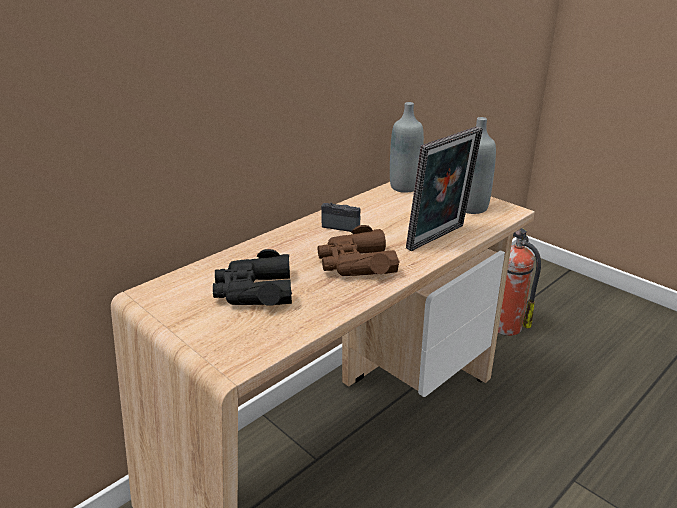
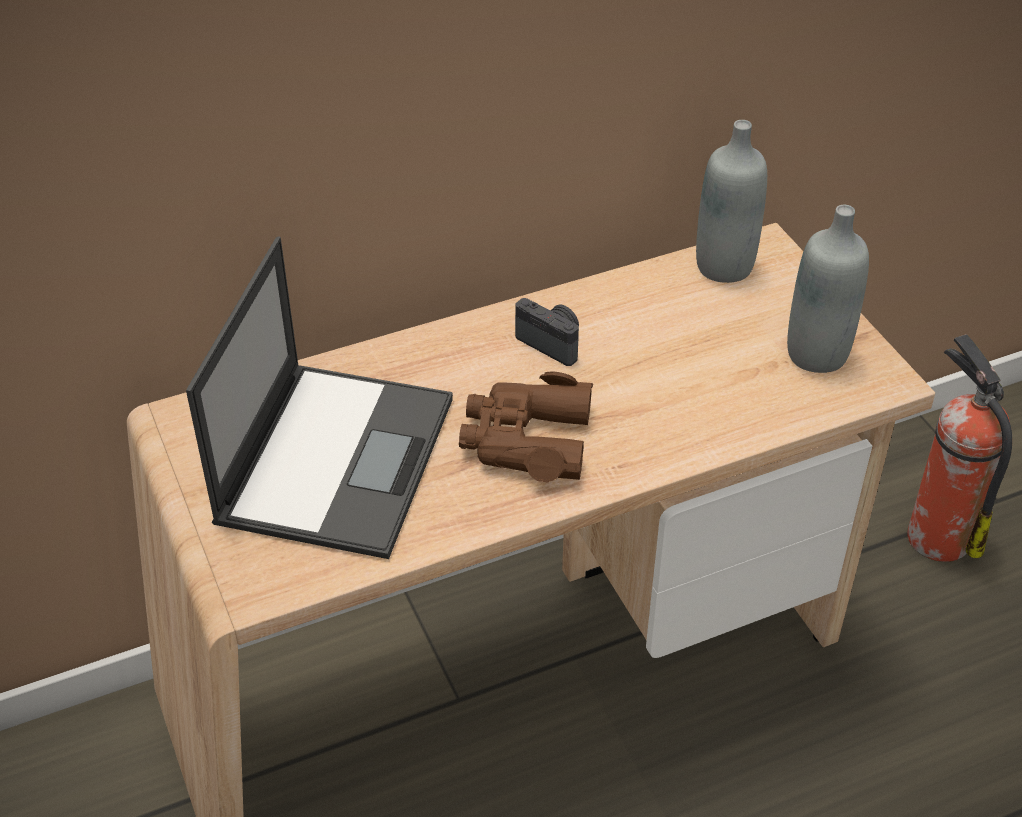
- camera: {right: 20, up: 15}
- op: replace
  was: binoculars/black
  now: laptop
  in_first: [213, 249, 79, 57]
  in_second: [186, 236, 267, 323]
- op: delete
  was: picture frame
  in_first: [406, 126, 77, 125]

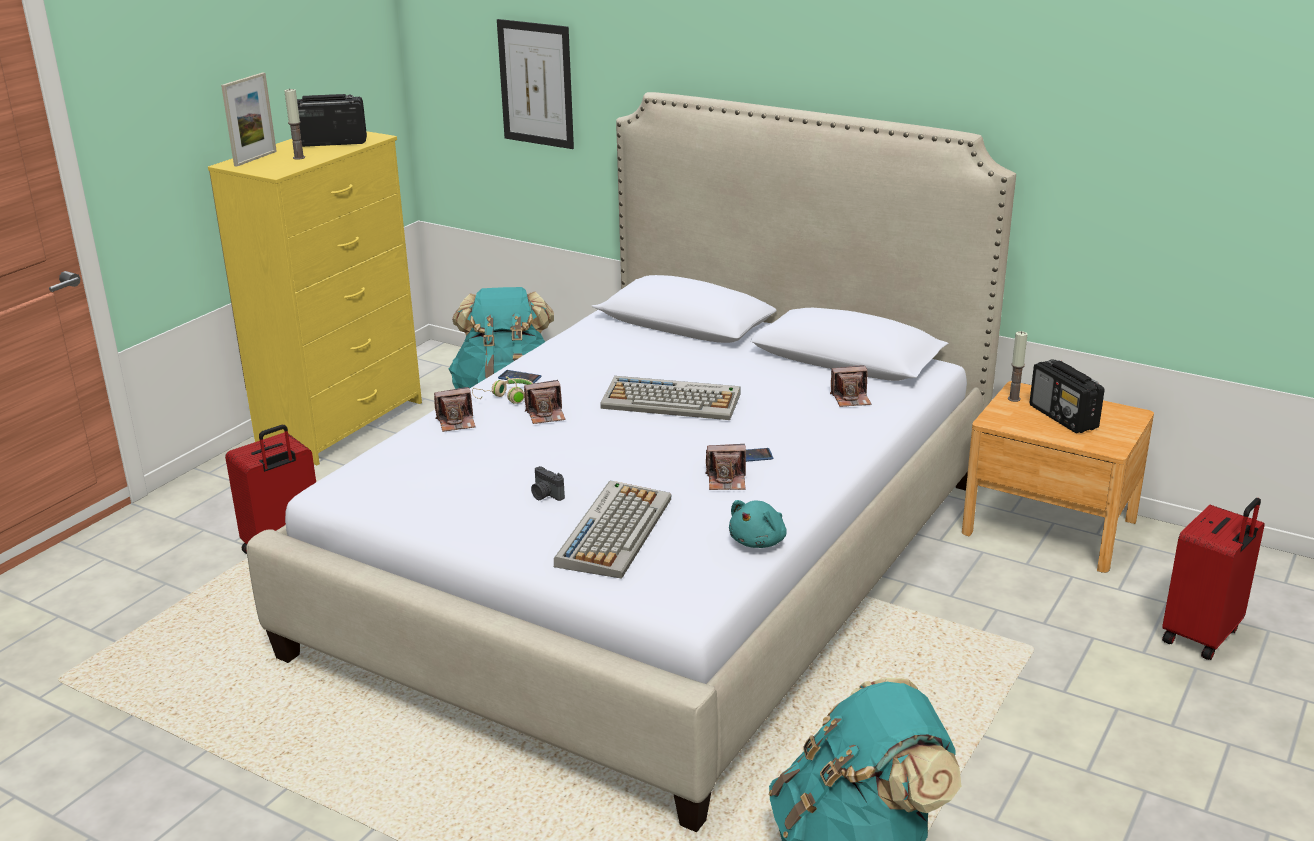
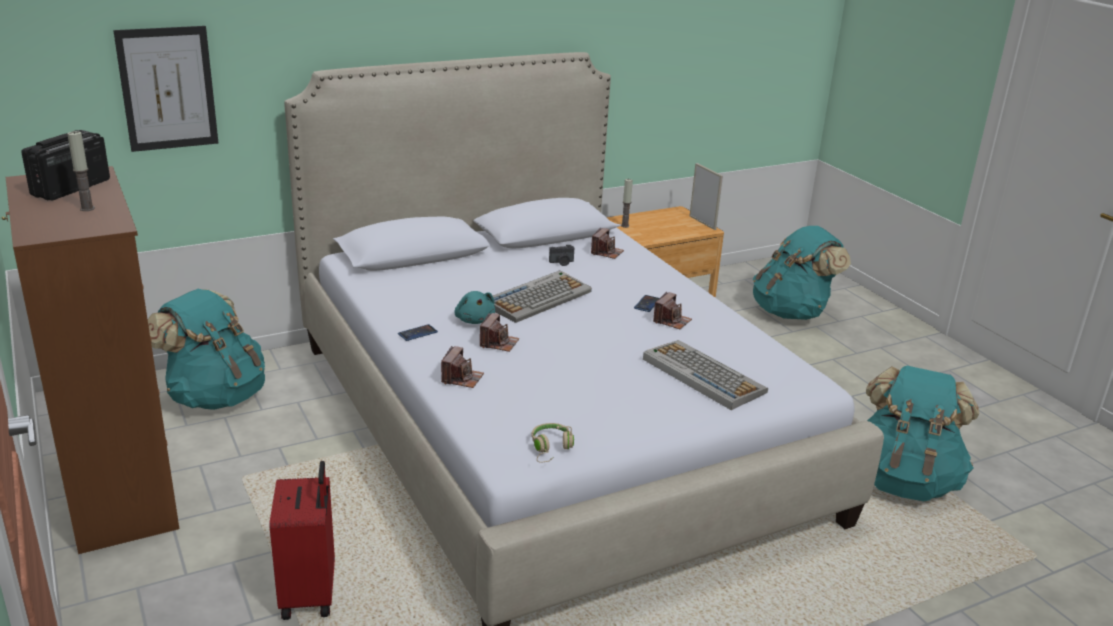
- camera: {right: -60, up: 0}
- op: recolor
  was: dresser/yellow
  now: dresser/brown
  in_first: [208, 131, 214, 334]
  in_second: [2, 166, 177, 388]
- op: move
  was: picture frame
  in_first: [221, 72, 56, 95]
  in_second: [690, 163, 33, 67]
- op: move
  was: headphones/beige
  in_first: [472, 376, 62, 28]
  in_second: [531, 423, 43, 40]
- op: move
  was: photo camera
  in_first: [531, 466, 34, 35]
  in_second: [549, 245, 25, 21]
- op: move
  was: plush toy/turquoise
  in_first: [729, 500, 58, 48]
  in_second: [454, 291, 41, 33]
- op: delete
  was: radio
  in_first: [1030, 359, 75, 74]
- op: replace
  was: suitcase/red
  now: backpack/turquoise
  in_first: [1162, 498, 103, 162]
  in_second: [753, 226, 98, 94]

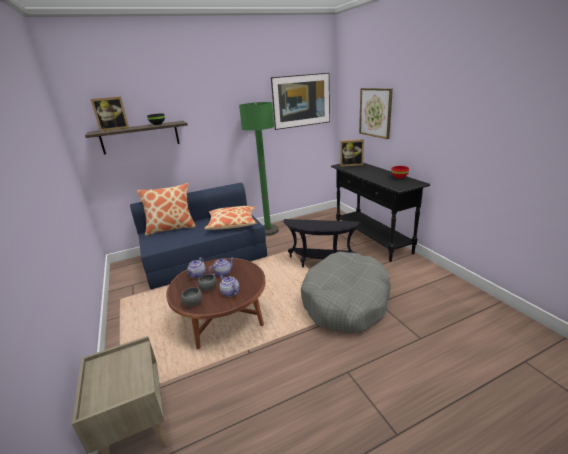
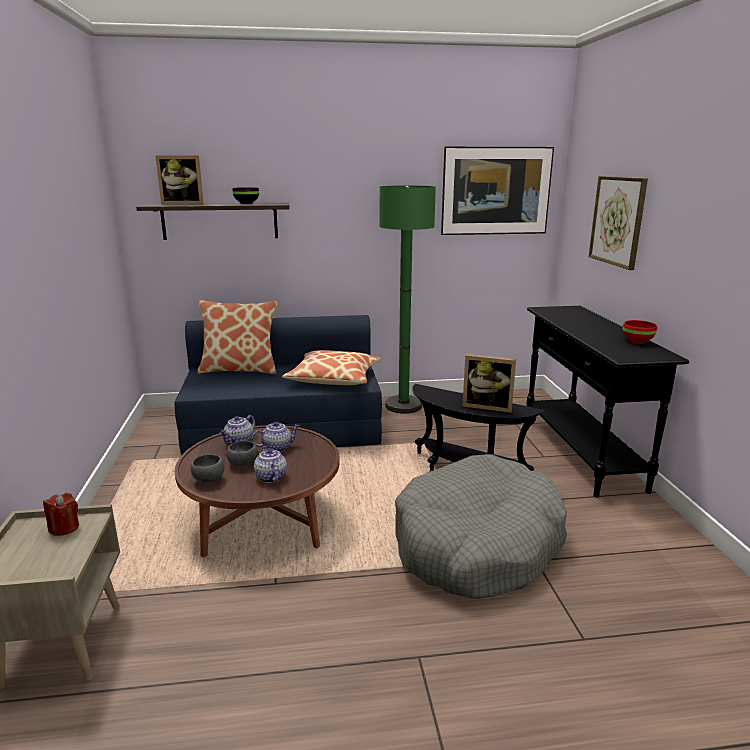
- camera: {right: 15, up: -5}
- op: move
  was: picture frame
  in_first: [340, 139, 24, 28]
  in_second: [463, 354, 53, 59]
- op: insert
  now: candle/red
  in_second: [43, 493, 36, 43]

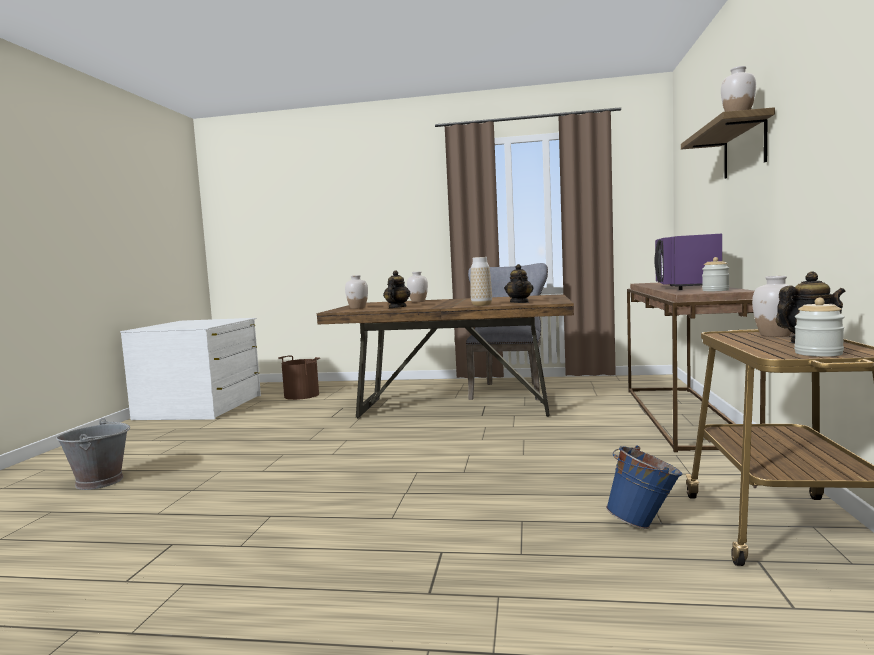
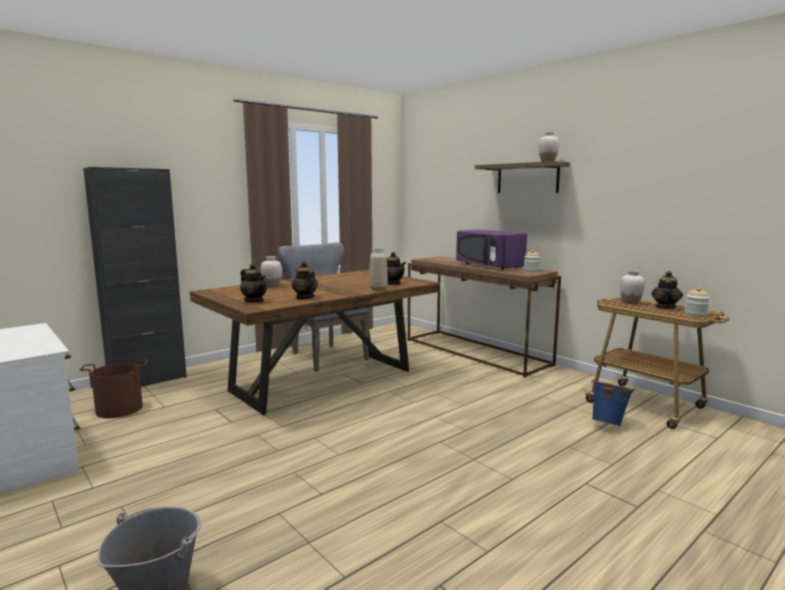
- camera: {right: -50, up: 5}
- op: replace
  was: vase/white
  now: teapot
  in_first: [345, 275, 23, 34]
  in_second: [240, 264, 27, 38]
- op: insert
  now: cabinet/black
  in_second: [83, 167, 104, 220]

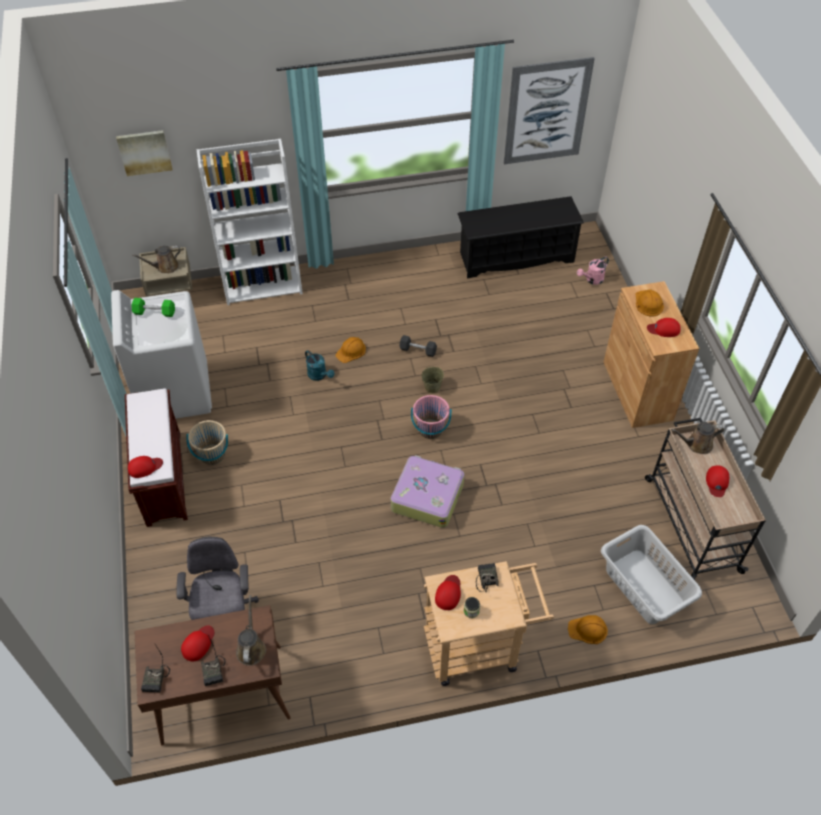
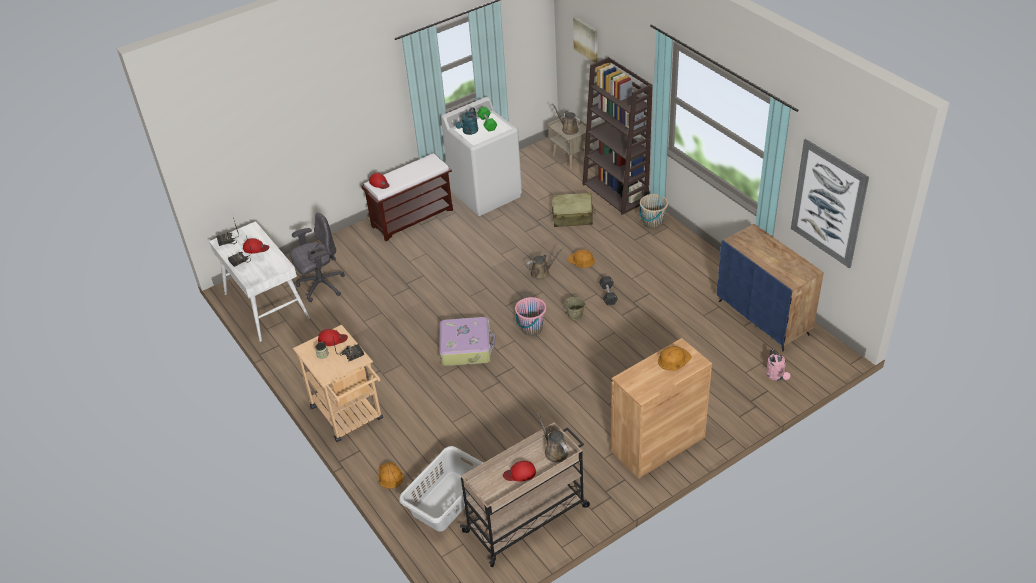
- camera: {right: 70, up: -10}
- op: recolor
  was: desk/brown
  now: desk/white
  in_first: [135, 605, 156, 140]
  in_second: [209, 221, 101, 121]
- op: move
  was: bucket/beige
  in_first: [187, 420, 41, 45]
  in_second: [639, 194, 29, 35]
- op: recolor
  was: bookcase/white
  now: bookcase/brown
  in_first: [197, 139, 106, 166]
  in_second: [583, 57, 70, 158]
- op: move
  was: watering can/brown
  in_first: [236, 595, 30, 71]
  in_second: [526, 248, 38, 32]
- op: move
  was: watering can/turquoise
  in_first: [305, 350, 30, 31]
  in_second: [456, 107, 22, 28]
- op: replace
  was: shoe rack/black
  now: cabinet/blue
  in_first: [458, 196, 126, 83]
  in_second: [717, 224, 107, 128]
- op: rotate
  was: watering can/pink
  in_first: [577, 257, 32, 28]
  in_second: [766, 349, 24, 32]
  clockwise: -135
- op: delete
  was: cap/red
  in_first: [647, 318, 34, 19]
- op: insert
  now: suitcase/beige
  in_second: [552, 192, 44, 35]

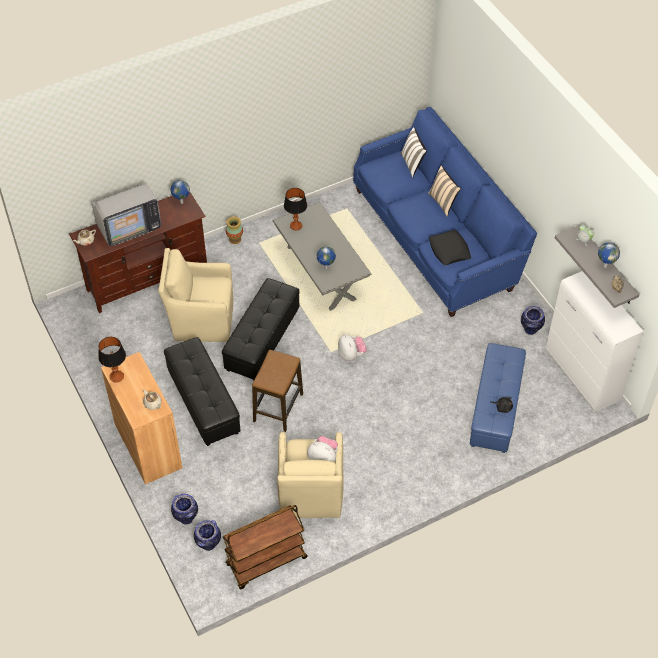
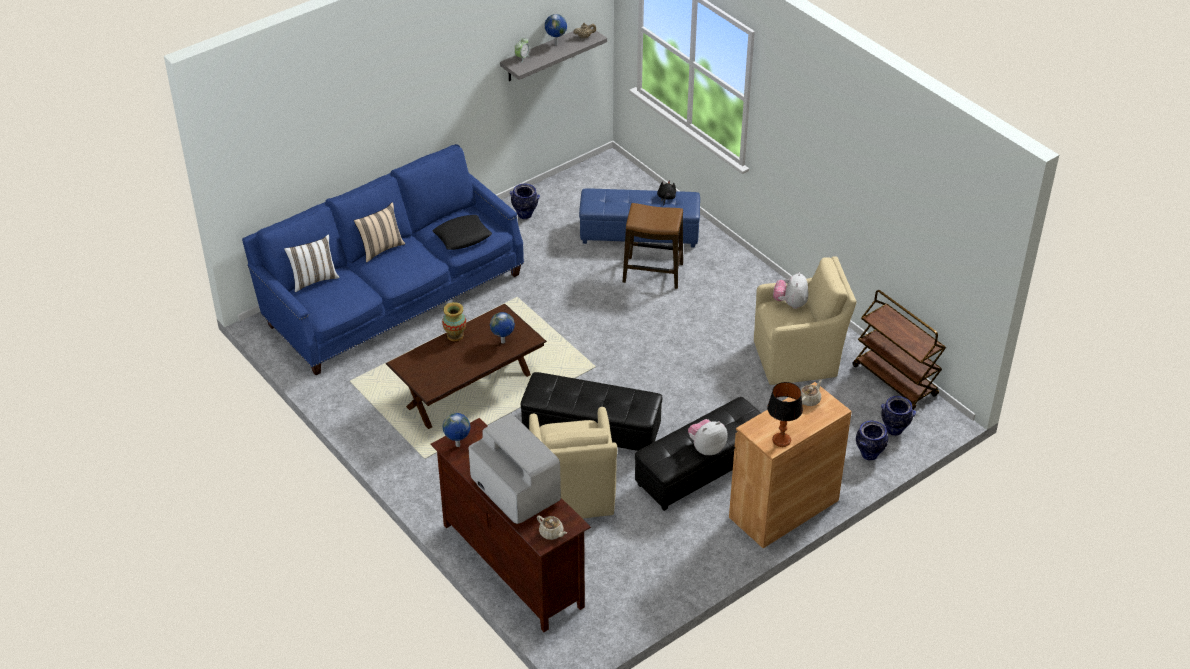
- camera: {right: -100, up: -10}
- op: move
  was: vase
  in_first: [226, 217, 17, 27]
  in_second: [442, 302, 24, 39]
- op: move
  was: stool
  in_first: [252, 350, 51, 82]
  in_second: [623, 203, 60, 86]
- op: recolor
  was: coffee table/grey
  now: coffee table/brown
  in_first: [272, 202, 100, 109]
  in_second: [386, 304, 161, 125]
- op: delete
  was: table lamp
  in_first: [284, 188, 23, 43]
- op: move
  was: plush toy
  in_first: [338, 334, 29, 27]
  in_second: [688, 419, 40, 36]
- op: delete
  was: cabinet/white
  in_first: [546, 271, 98, 142]

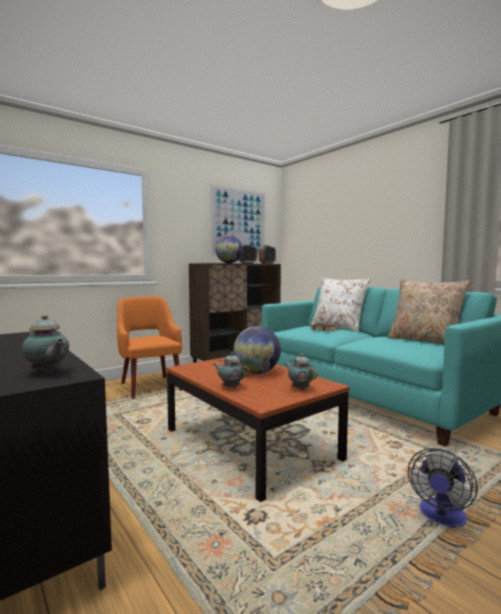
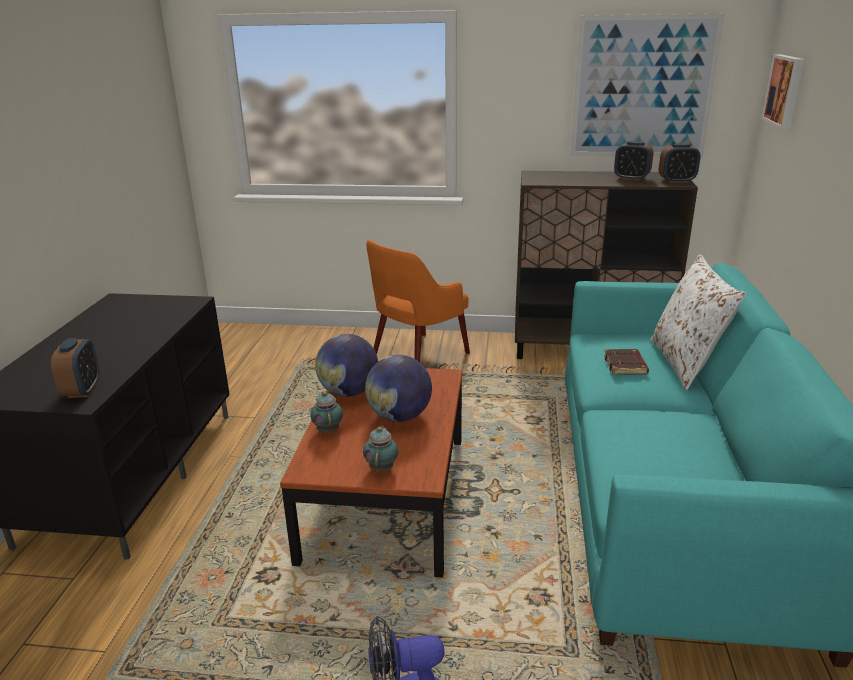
- camera: {right: 45, up: 20}
- op: replace
  was: teapot
  now: alarm clock
  in_first: [22, 315, 47, 59]
  in_second: [51, 338, 48, 60]
- op: rotate
  was: armchair/orange
  in_first: [117, 296, 65, 103]
  in_second: [366, 240, 104, 122]
  clockwise: -150
- op: move
  was: globe
  in_first: [216, 236, 27, 27]
  in_second: [315, 334, 63, 63]
- op: delete
  was: pillow/beige
  in_first: [387, 279, 83, 66]
- op: insert
  now: picture
  in_second: [762, 54, 42, 75]

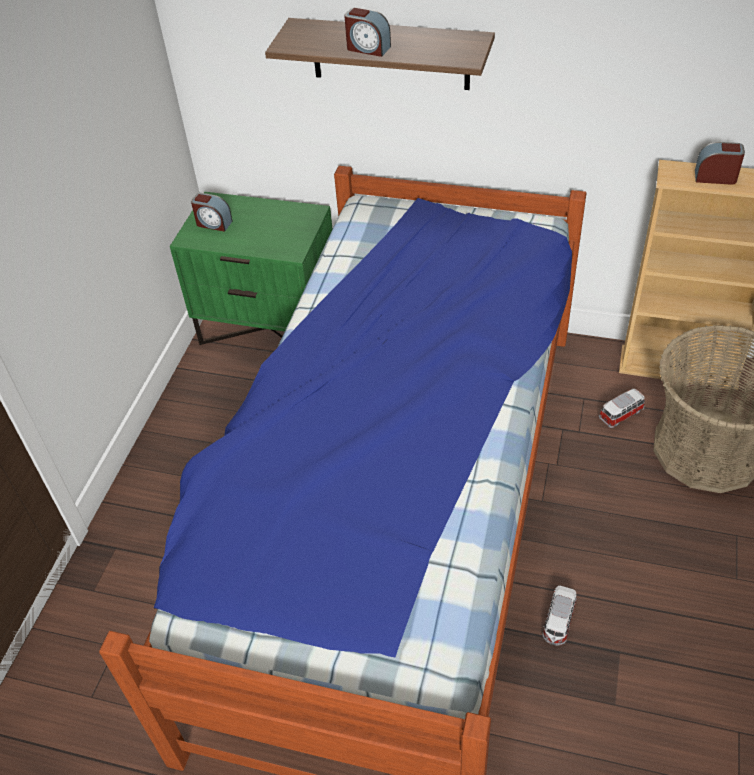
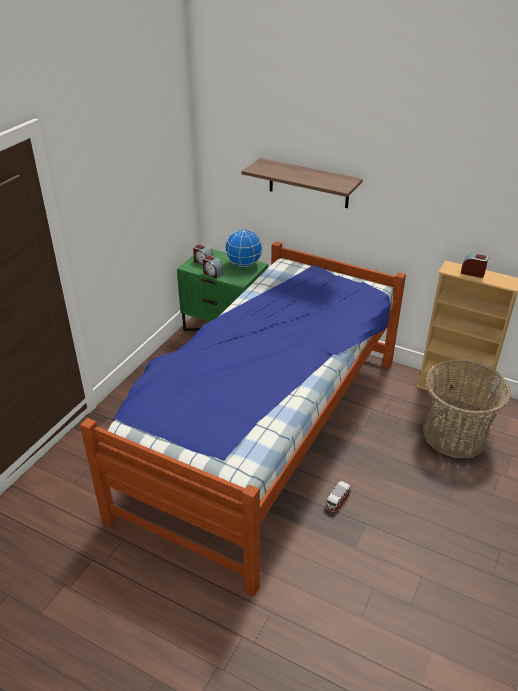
- camera: {right: 10, up: -10}
- op: move
  was: alarm clock
  in_first: [344, 7, 47, 50]
  in_second: [203, 255, 20, 24]
- op: delete
  was: toy car
  in_first: [599, 389, 46, 39]
- op: insert
  now: globe
  in_second: [225, 229, 38, 38]

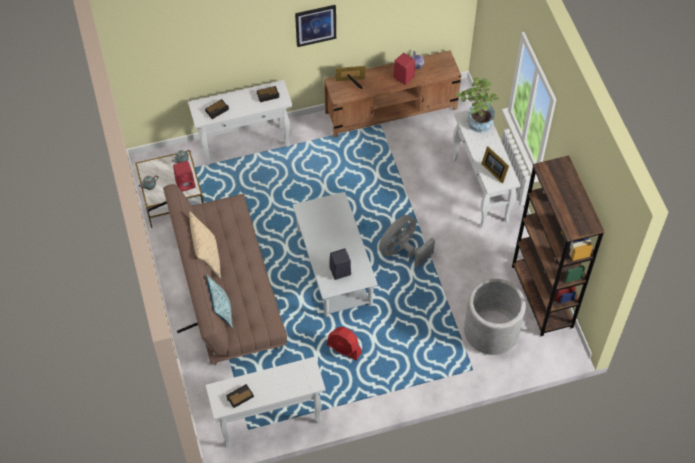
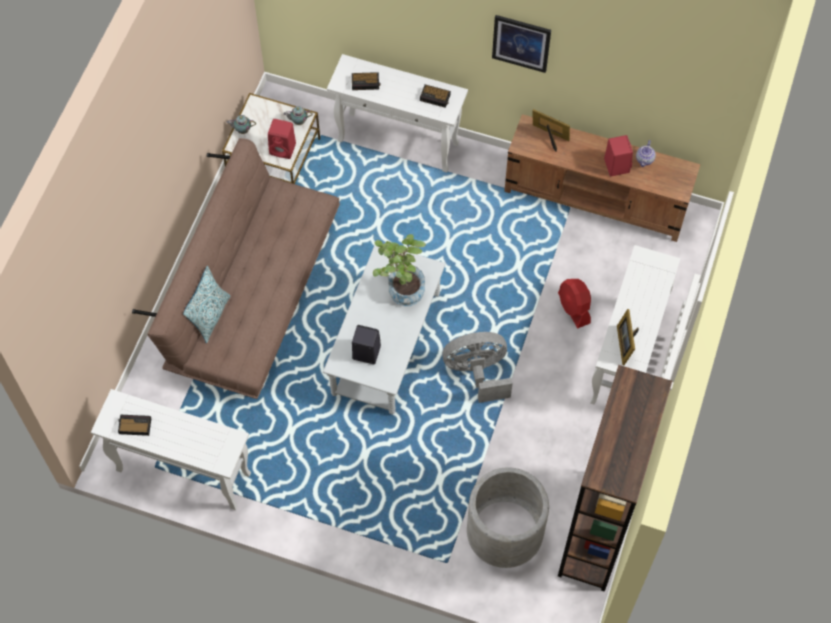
- camera: {right: 35, up: 5}
- op: delete
  was: pillow/beige
  in_first: [189, 212, 32, 66]
- op: move
  was: fan/red
  in_first: [327, 327, 35, 34]
  in_second: [558, 279, 33, 49]
- op: move
  was: potted plant
  in_first: [456, 77, 43, 56]
  in_second: [373, 234, 53, 72]

